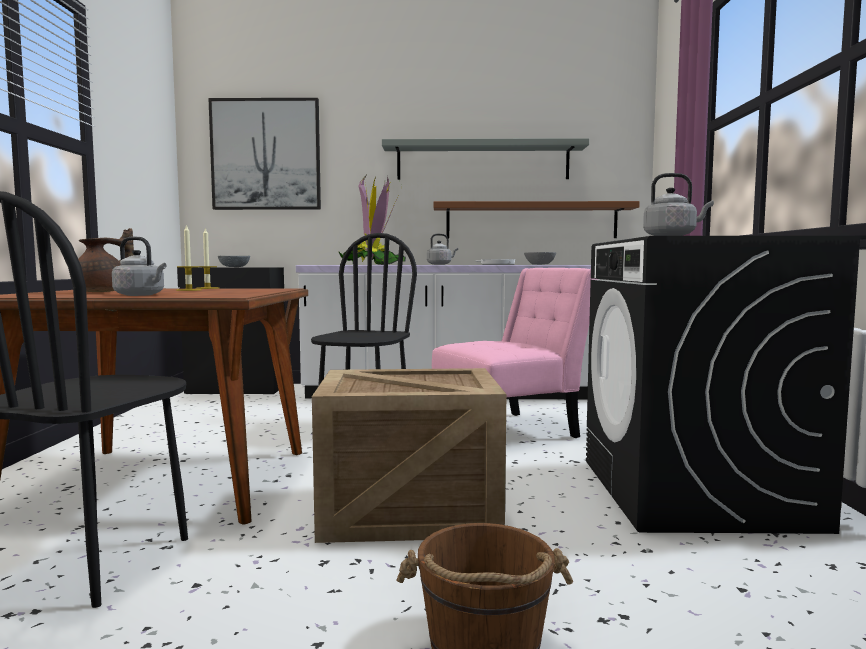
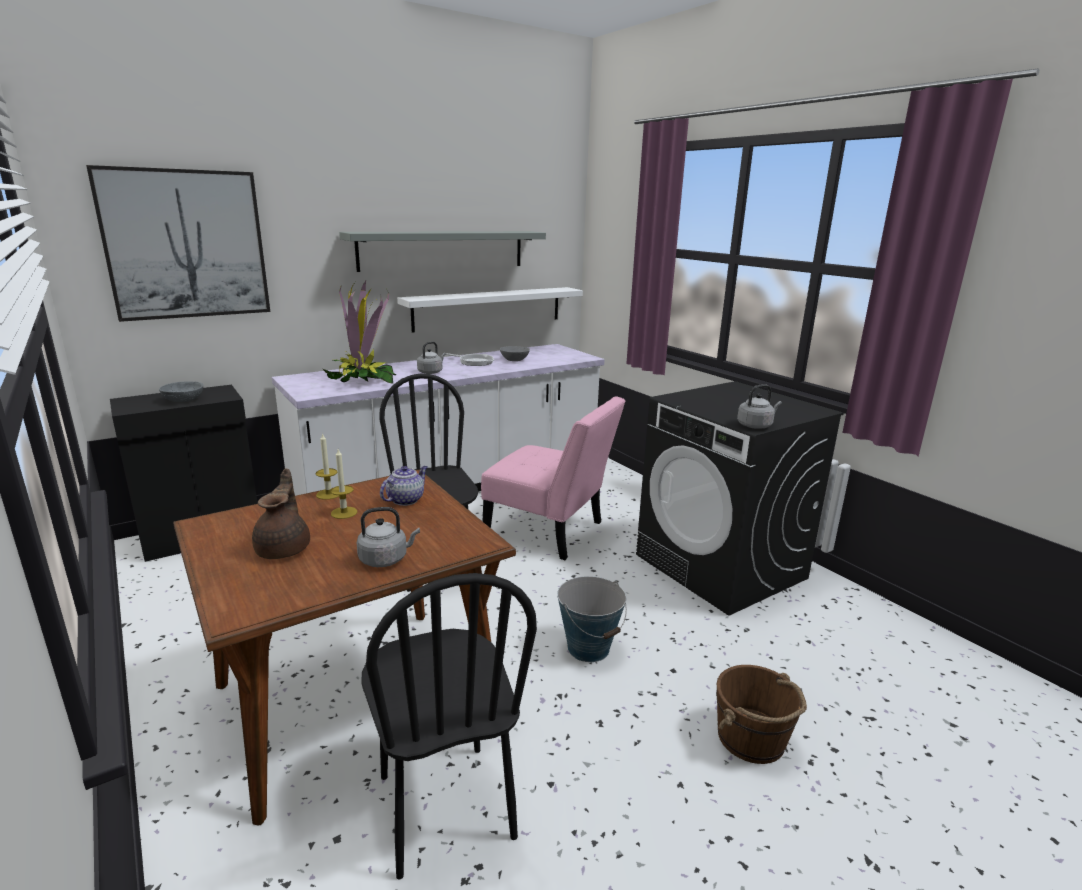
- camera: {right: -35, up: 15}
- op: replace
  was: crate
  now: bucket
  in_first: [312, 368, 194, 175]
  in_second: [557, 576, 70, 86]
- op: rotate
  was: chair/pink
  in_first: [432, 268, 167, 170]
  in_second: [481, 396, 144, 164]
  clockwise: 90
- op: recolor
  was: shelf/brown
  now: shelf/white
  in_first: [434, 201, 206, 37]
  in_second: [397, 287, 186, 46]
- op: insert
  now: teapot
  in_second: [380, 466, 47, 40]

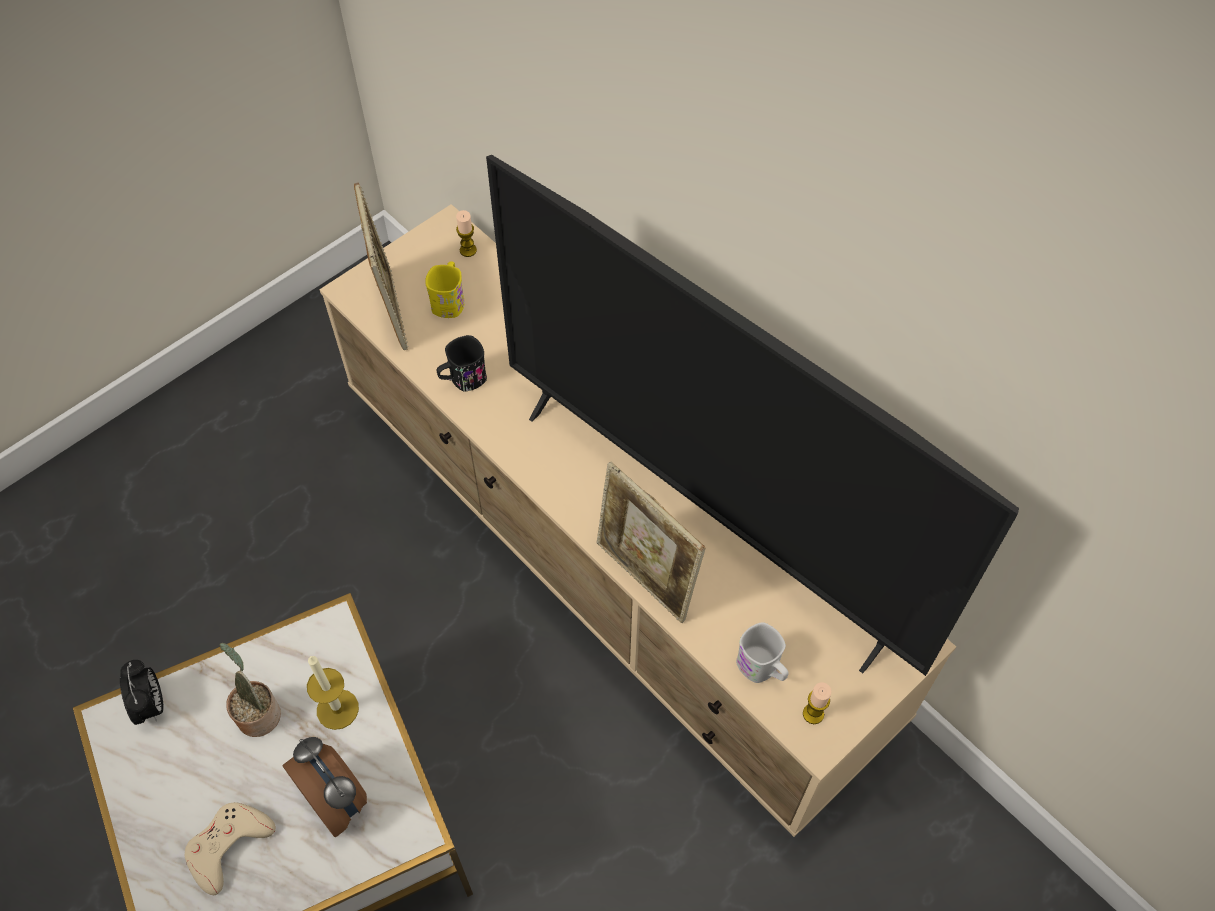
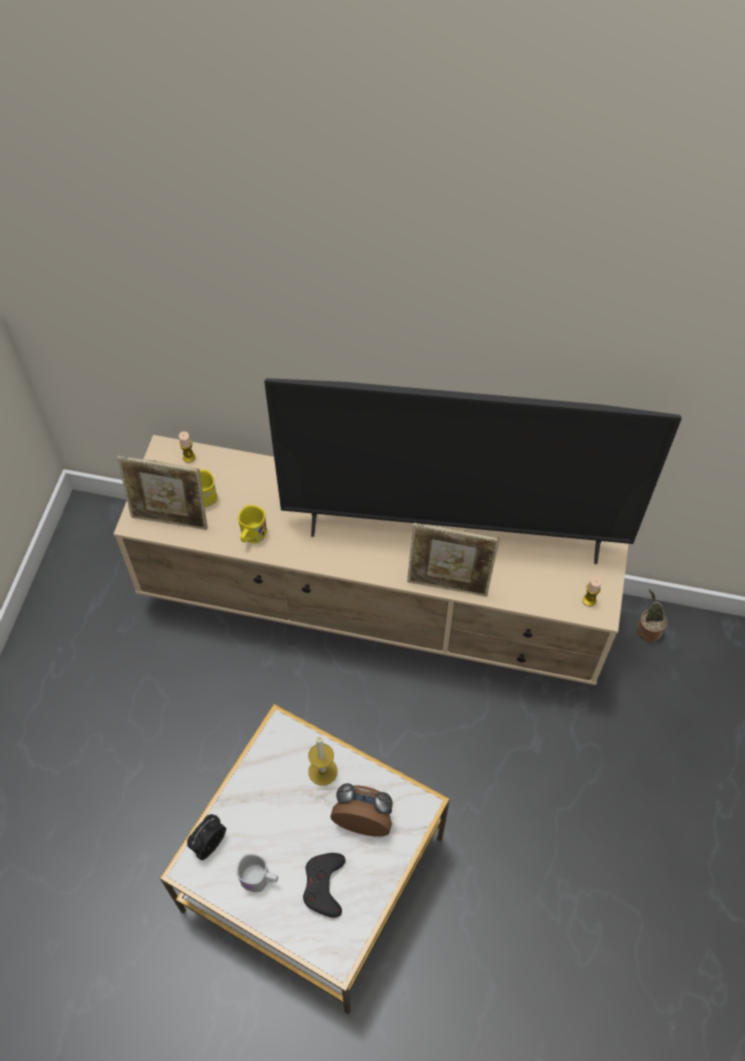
- camera: {right: -35, up: 0}
- op: rotate
  was: alarm clock
  in_first: [120, 660, 44, 65]
  in_second: [187, 814, 39, 46]
  clockwise: -90
- op: recolor
  was: game controller/beige
  now: game controller/black
  in_first: [185, 802, 91, 93]
  in_second: [303, 853, 42, 65]
- op: move
  was: potted plant
  in_first: [219, 643, 62, 94]
  in_second: [637, 589, 30, 53]
- op: rotate
  was: picture frame
  in_first: [354, 182, 54, 168]
  in_second: [117, 456, 91, 74]
  clockwise: 150
- op: recolor
  was: mug/black
  now: mug/yellow
  in_first: [437, 335, 50, 56]
  in_second: [238, 505, 29, 38]
- op: move
  was: mug/white
  in_first: [736, 622, 53, 61]
  in_second: [236, 853, 42, 39]

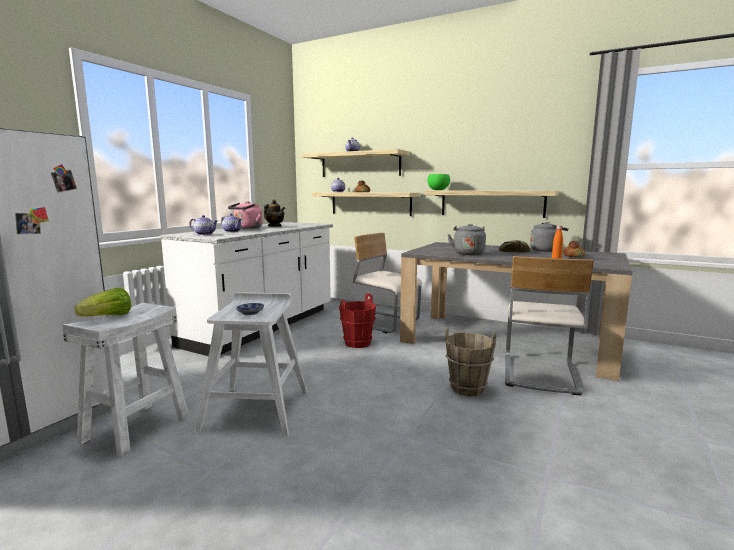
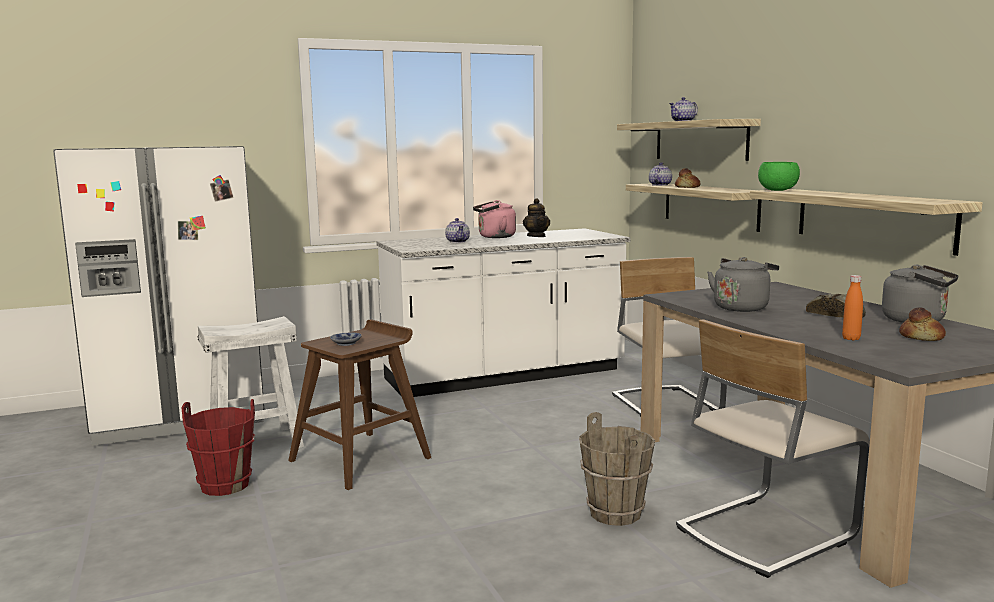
- camera: {right: 40, up: 0}
- op: delete
  was: lettuce
  in_first: [75, 288, 56, 28]
- op: delete
  was: teapot
  in_first: [189, 215, 29, 20]
- op: recolor
  was: stool/white
  now: stool/brown
  in_first: [195, 292, 113, 144]
  in_second: [288, 319, 143, 171]
- op: move
  was: bucket/red
  in_first: [339, 293, 37, 55]
  in_second: [182, 399, 73, 97]

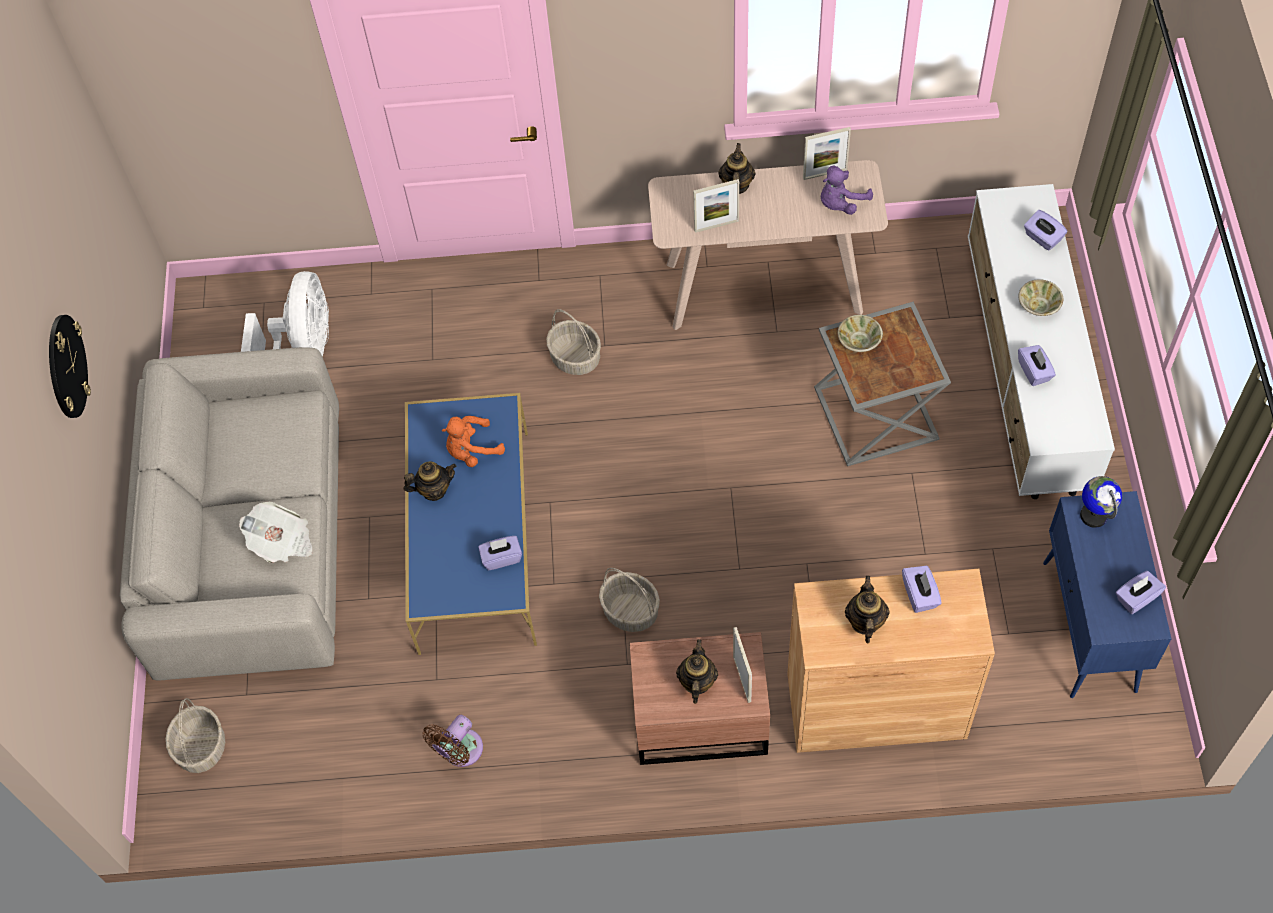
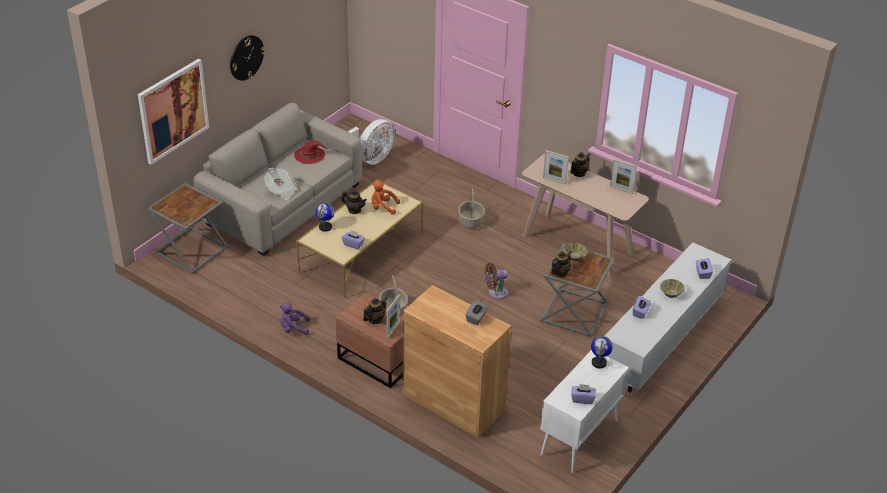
- camera: {right: 35, up: -20}
- op: replace
  was: basket
  now: side table/grey
  in_first: [165, 698, 60, 75]
  in_second: [147, 183, 81, 91]
- op: recolor
  was: coffee table/blue
  now: coffee table/beige
  in_first: [405, 393, 132, 262]
  in_second: [296, 180, 127, 118]
- op: move
  was: fan/brown
  in_first: [423, 715, 60, 52]
  in_second: [485, 263, 24, 36]
- op: move
  was: plush toy/purple
  in_first: [821, 166, 52, 49]
  in_second: [280, 302, 30, 33]
- op: move
  was: teapot
  in_first: [845, 576, 45, 67]
  in_second: [551, 251, 20, 26]
- op: recolor
  was: tissue box/purple
  now: tissue box/grey
  in_first: [902, 566, 40, 47]
  in_second: [465, 300, 23, 25]
- op: recolor
  was: cabinet/blue
  now: cabinet/white
  in_first: [1043, 491, 129, 207]
  in_second: [540, 350, 89, 123]
- op: insert
  now: picture
  in_second: [138, 59, 71, 106]
- op: insert
  now: hat/red
  in_second: [294, 141, 35, 23]
- op: insert
  now: globe
  in_second: [316, 203, 18, 29]

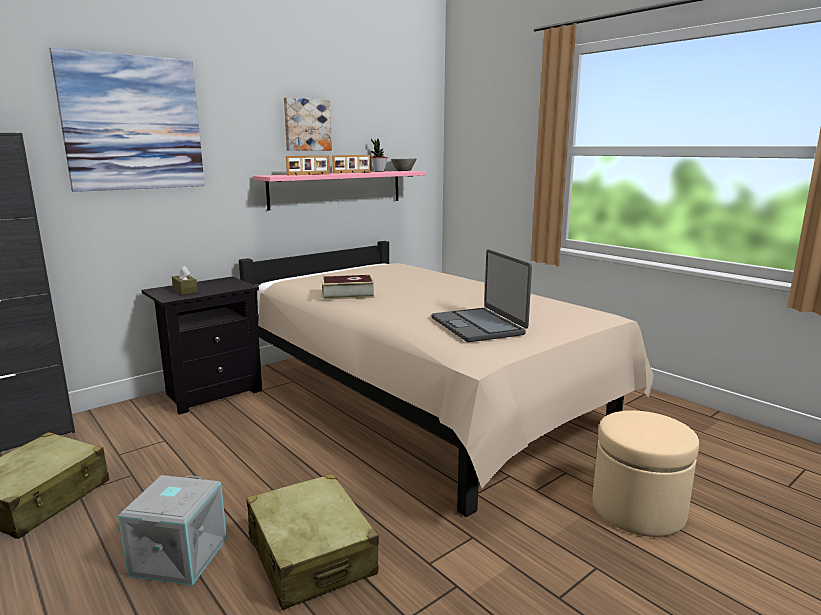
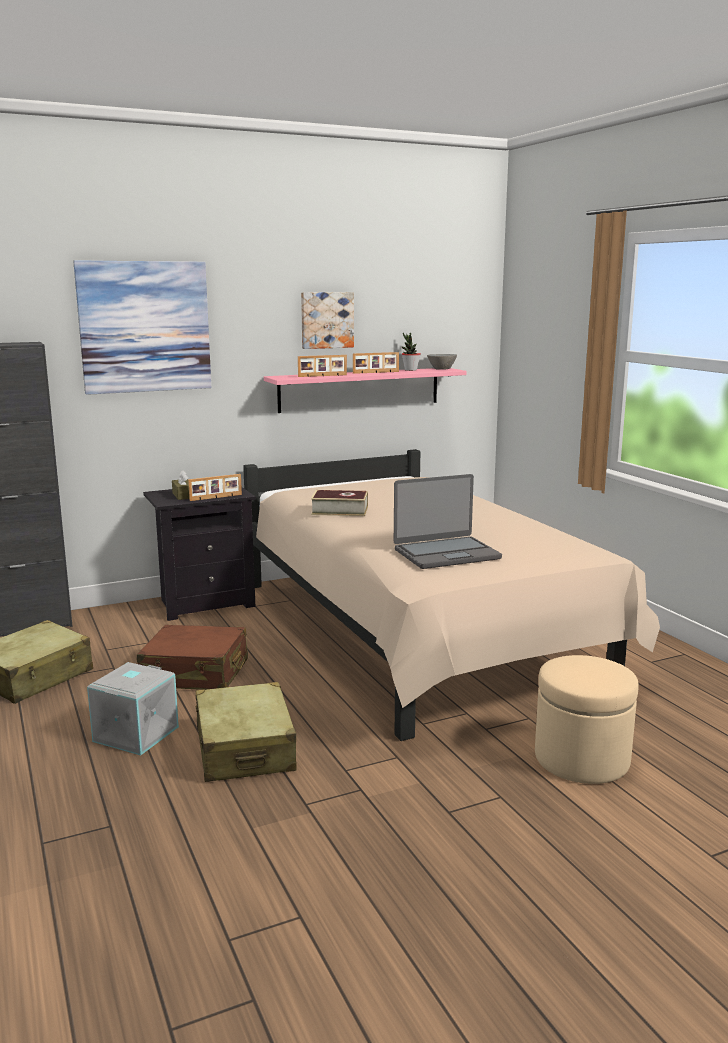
- camera: {right: 15, up: 0}
- op: rotate
  was: laptop
  in_first: [431, 249, 101, 93]
  in_second: [394, 474, 108, 95]
  clockwise: -105
- op: insert
  now: suitcase/brown
  in_second: [137, 625, 111, 65]
- op: insert
  now: picture frame
  in_second: [188, 474, 54, 27]

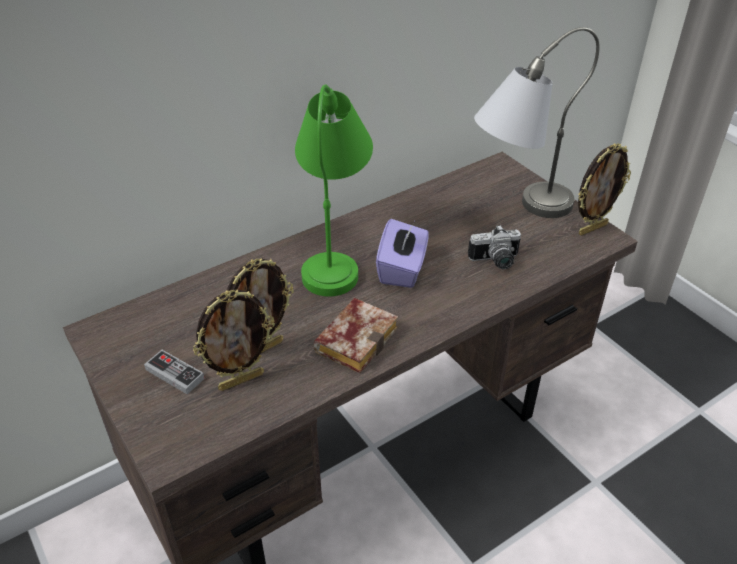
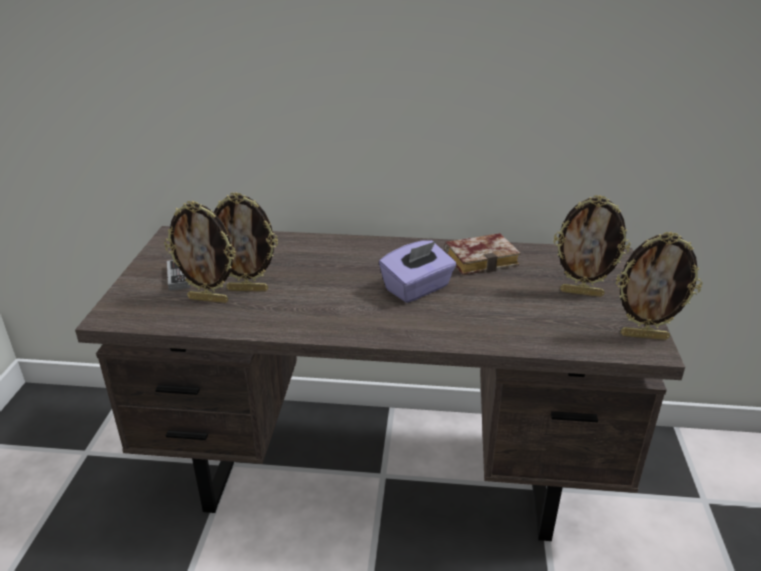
- camera: {right: 40, up: -10}
- op: delete
  was: table lamp/green
  in_first: [295, 85, 78, 212]
- op: move
  was: book
  in_first: [314, 298, 84, 75]
  in_second: [444, 233, 77, 42]
- op: delete
  was: photo camera
  in_first: [468, 225, 53, 44]
- op: replace
  was: table lamp/grey
  now: picture frame
  in_first: [474, 27, 126, 191]
  in_second: [553, 195, 78, 102]

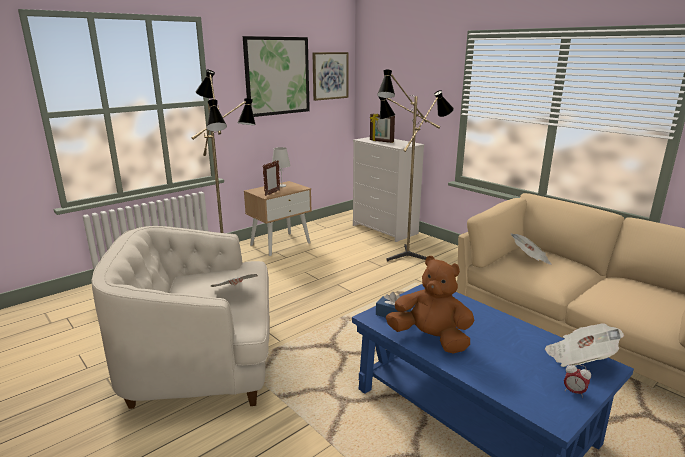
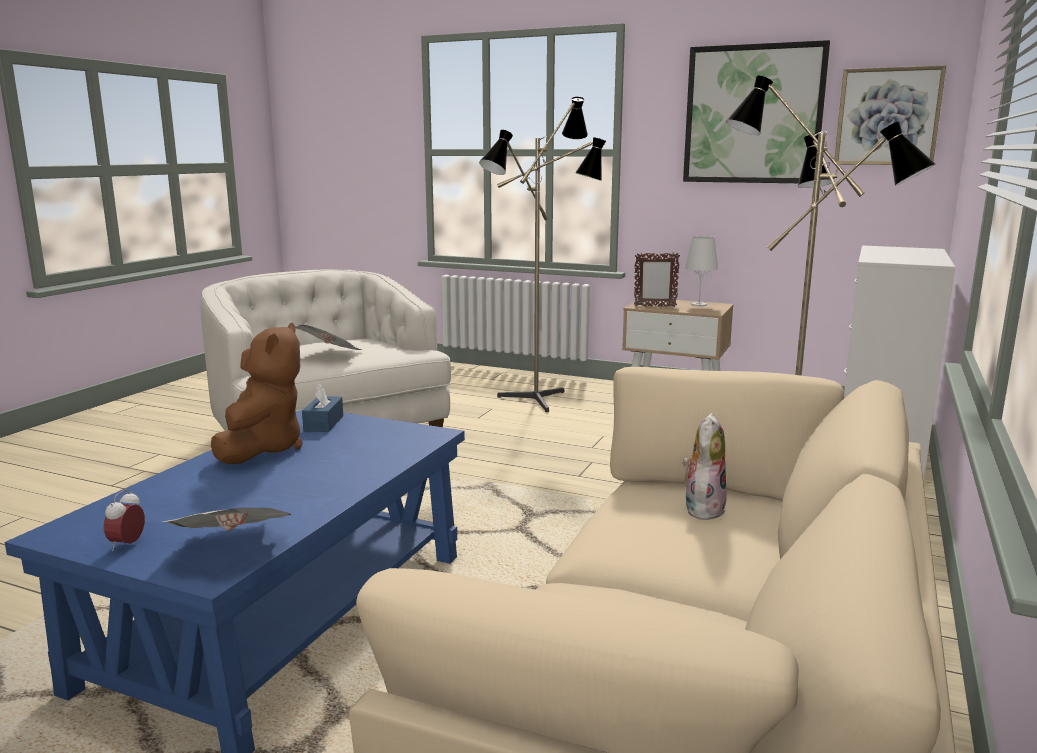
- camera: {right: 65, up: -5}
- op: delete
  was: picture frame
  in_first: [370, 114, 25, 29]
- op: replace
  was: newspaper
  now: plush toy
  in_first: [510, 233, 42, 32]
  in_second: [682, 413, 45, 108]

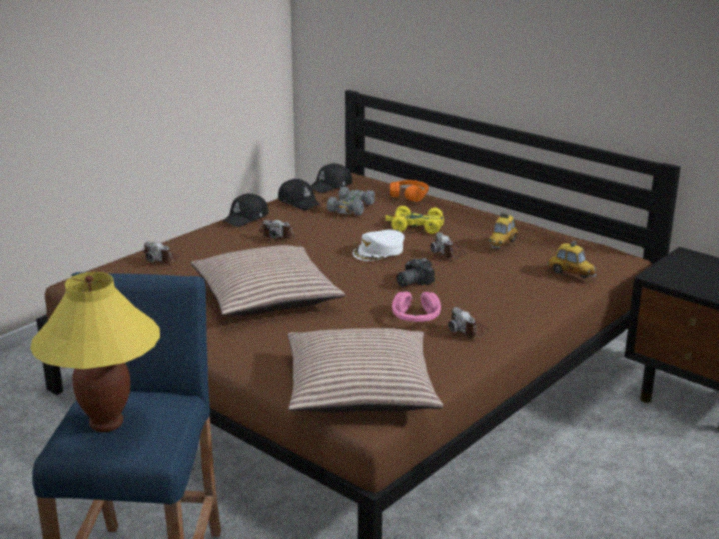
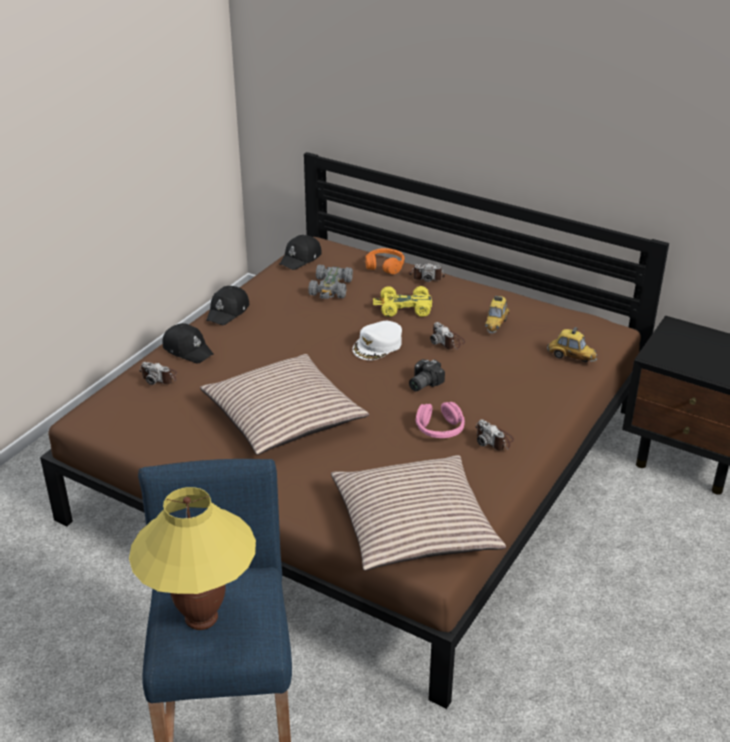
- camera: {right: -10, up: 10}
- op: move
  was: photo camera
  in_first: [259, 220, 35, 19]
  in_second: [409, 263, 36, 19]
- op: move
  was: cap/black
  in_first: [278, 179, 43, 31]
  in_second: [162, 323, 52, 40]

